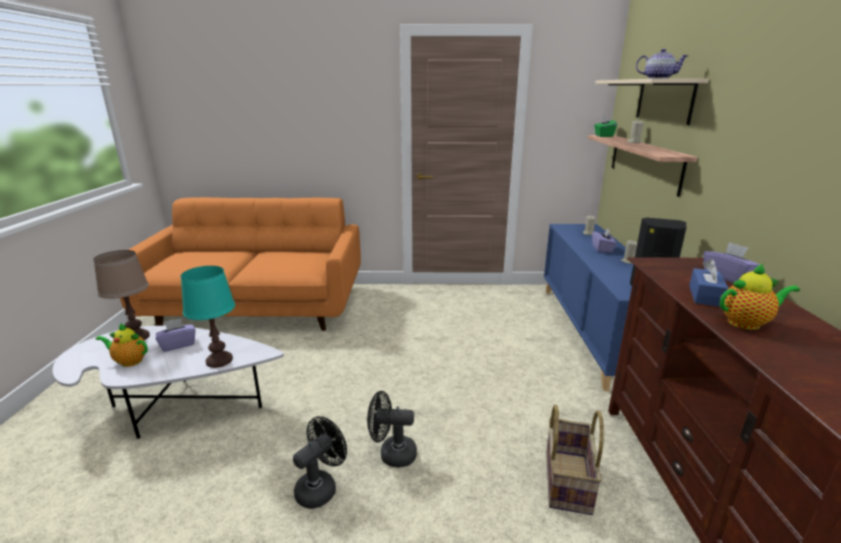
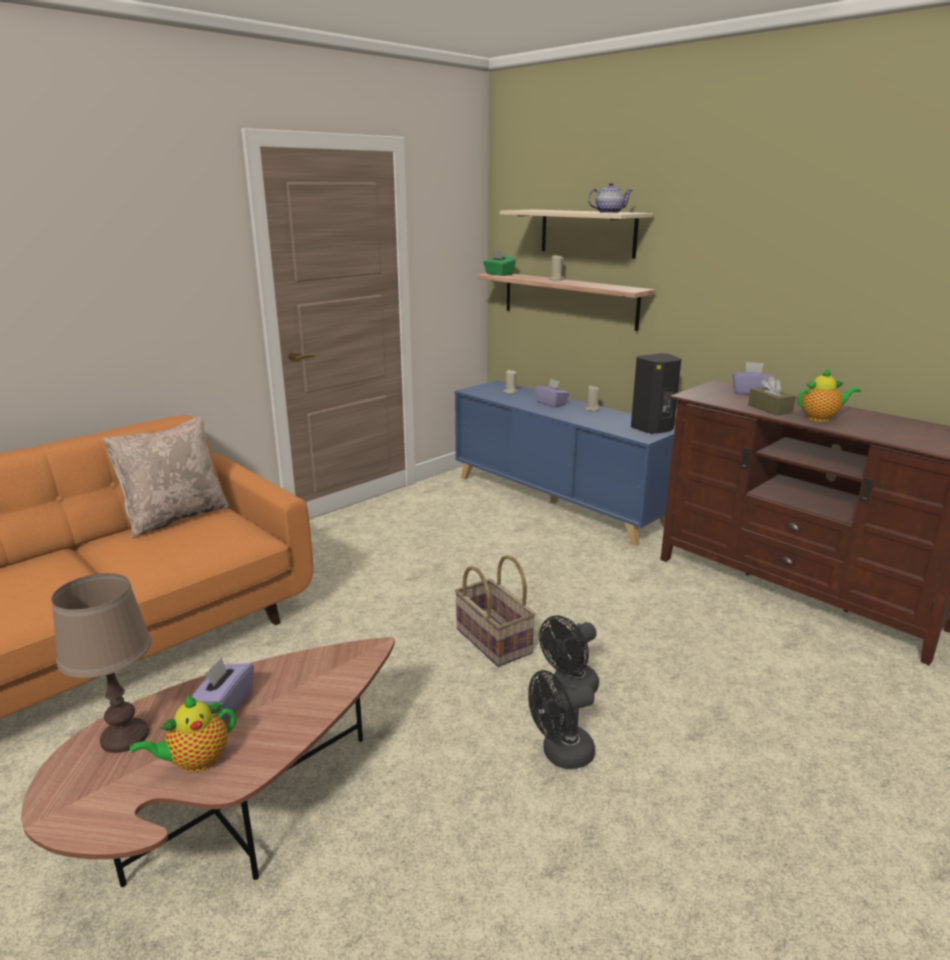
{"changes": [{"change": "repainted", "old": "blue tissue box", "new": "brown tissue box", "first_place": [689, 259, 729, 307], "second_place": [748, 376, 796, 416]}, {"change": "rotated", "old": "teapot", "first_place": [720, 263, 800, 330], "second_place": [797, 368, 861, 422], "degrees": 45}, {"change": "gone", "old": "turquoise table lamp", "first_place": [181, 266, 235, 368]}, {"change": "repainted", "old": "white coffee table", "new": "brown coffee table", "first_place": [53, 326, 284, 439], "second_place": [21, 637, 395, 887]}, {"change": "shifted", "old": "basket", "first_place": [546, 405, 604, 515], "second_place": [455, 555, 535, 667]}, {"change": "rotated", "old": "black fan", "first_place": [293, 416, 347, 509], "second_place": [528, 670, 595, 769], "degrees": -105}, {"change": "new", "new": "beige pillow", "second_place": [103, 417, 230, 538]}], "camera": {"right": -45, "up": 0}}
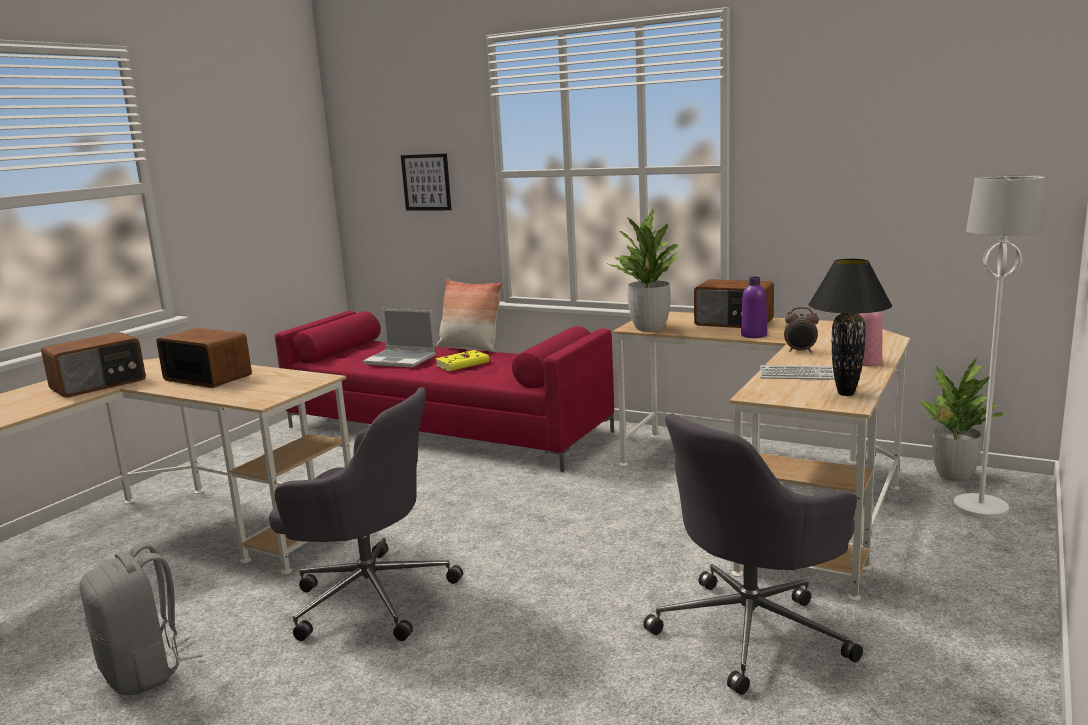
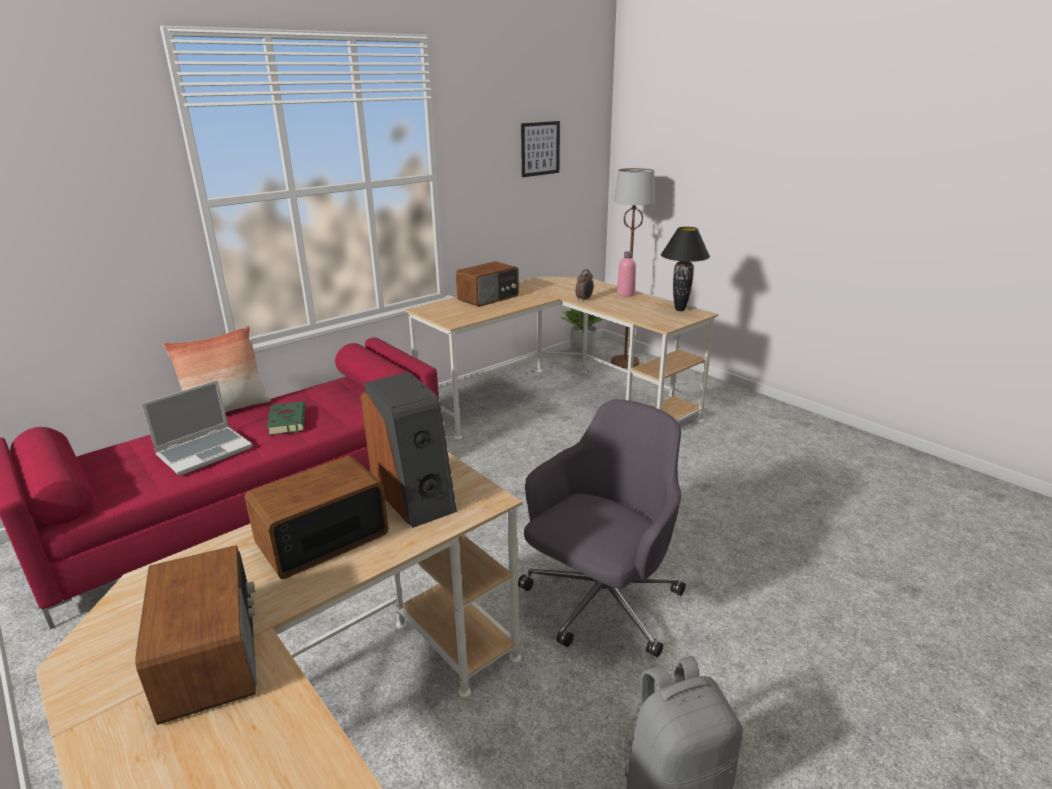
{"changes": [{"change": "shifted", "old": "picture", "first_place": [401, 153, 452, 210], "second_place": [521, 121, 560, 177]}, {"change": "repainted", "old": "white floor lamp", "new": "brown floor lamp", "first_place": [953, 175, 1045, 519], "second_place": [611, 168, 655, 368]}, {"change": "gone", "old": "potted plant", "first_place": [609, 208, 681, 331]}, {"change": "gone", "old": "purple bottle", "first_place": [741, 277, 767, 338]}, {"change": "repainted", "old": "yellow book", "new": "green book", "first_place": [435, 350, 490, 371], "second_place": [267, 401, 306, 435]}, {"change": "gone", "old": "keyboard", "first_place": [760, 365, 835, 380]}, {"change": "gone", "old": "grey office chair", "first_place": [643, 413, 863, 695]}, {"change": "new", "new": "speaker", "second_place": [361, 372, 457, 528]}], "camera": {"right": -70, "up": 10}}
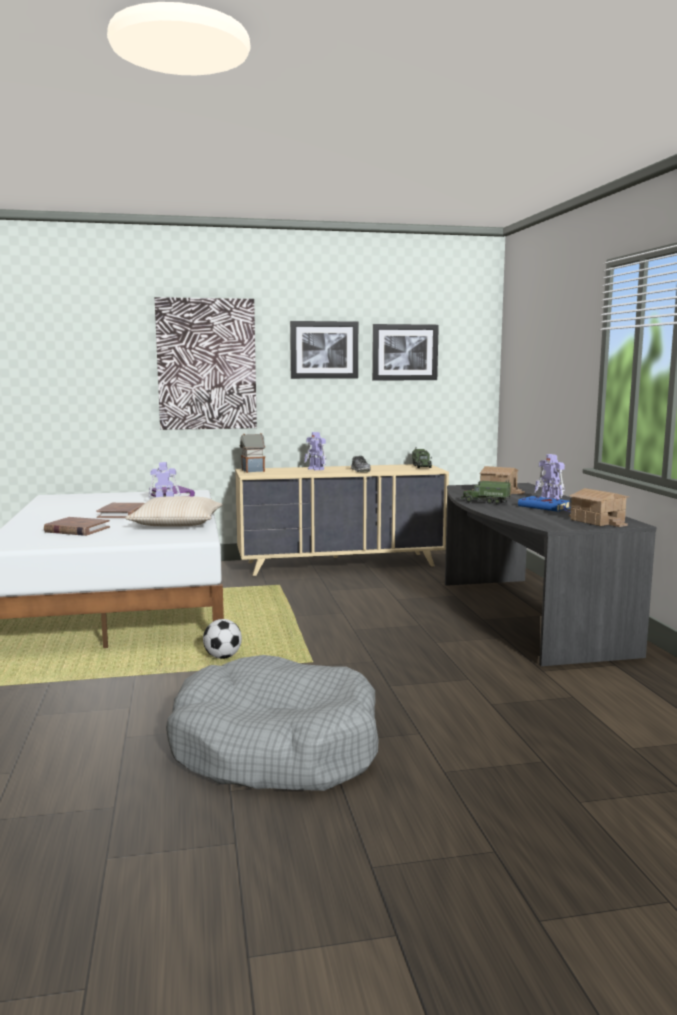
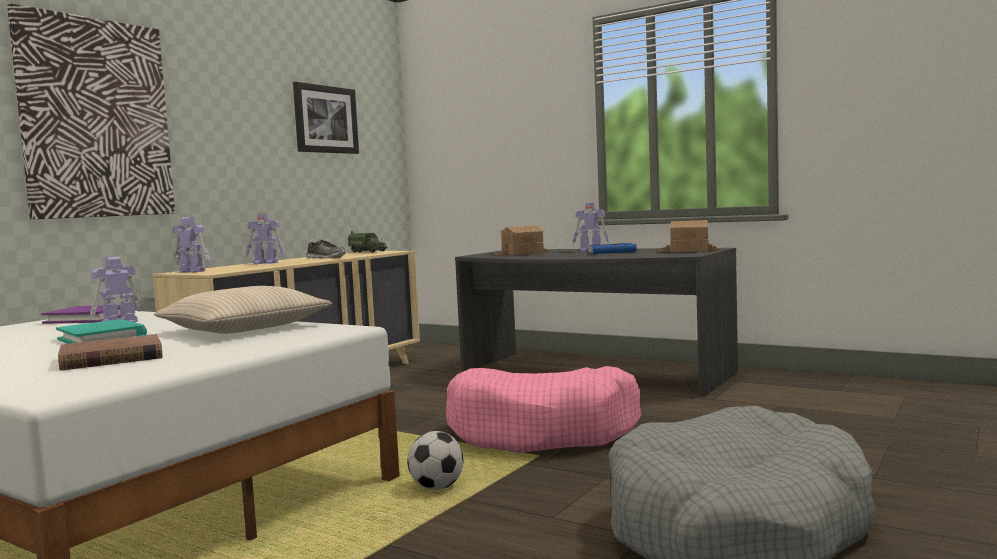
{"changes": [{"change": "gone", "old": "picture", "first_place": [290, 321, 358, 379]}, {"change": "swapped", "old": "toy house", "new": "toy robot", "first_place": [239, 433, 265, 473], "second_place": [173, 217, 212, 273]}, {"change": "gone", "old": "toy truck", "first_place": [461, 479, 511, 504]}, {"change": "repainted", "old": "brown book", "new": "turquoise book", "first_place": [96, 503, 145, 518], "second_place": [56, 319, 147, 344]}, {"change": "new", "new": "pink dog bed", "second_place": [446, 366, 641, 453]}], "camera": {"right": -45, "up": -5}}
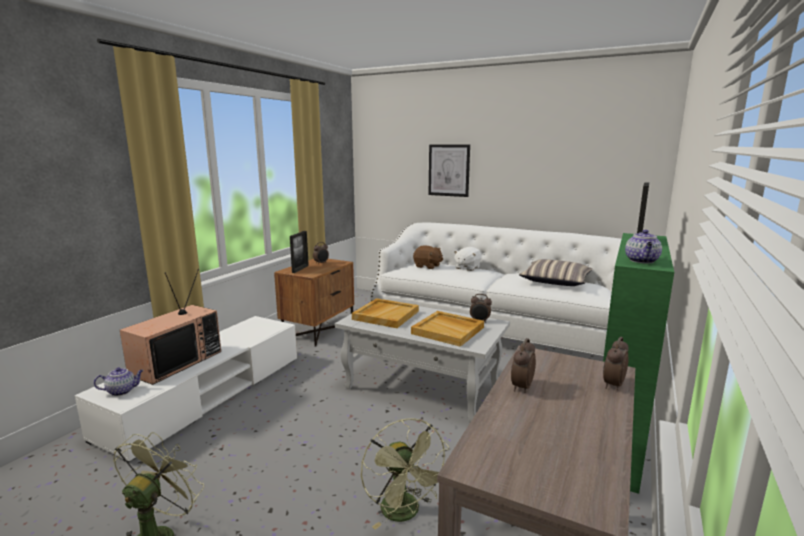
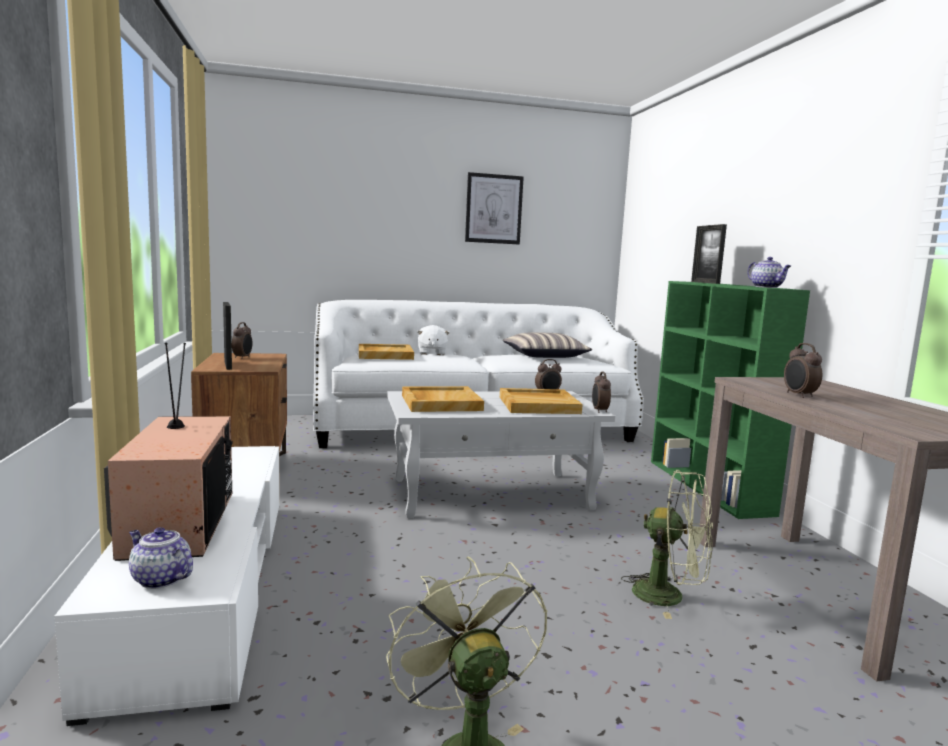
{"changes": [{"change": "shifted", "old": "picture", "first_place": [429, 145, 470, 197], "second_place": [465, 172, 524, 244]}, {"change": "swapped", "old": "brown plush toy", "new": "beige tray", "first_place": [413, 246, 443, 269], "second_place": [359, 344, 414, 360]}, {"change": "shifted", "old": "alarm clock", "first_place": [603, 337, 629, 390], "second_place": [592, 372, 611, 413]}, {"change": "rotated", "old": "teapot", "first_place": [94, 367, 144, 396], "second_place": [129, 527, 193, 589], "degrees": -90}], "camera": {"right": -40, "up": -5}}
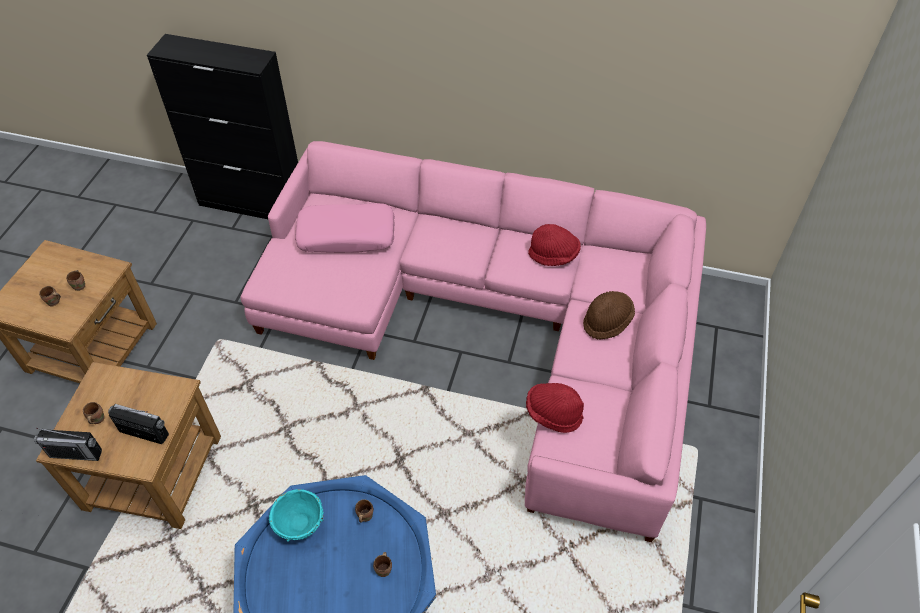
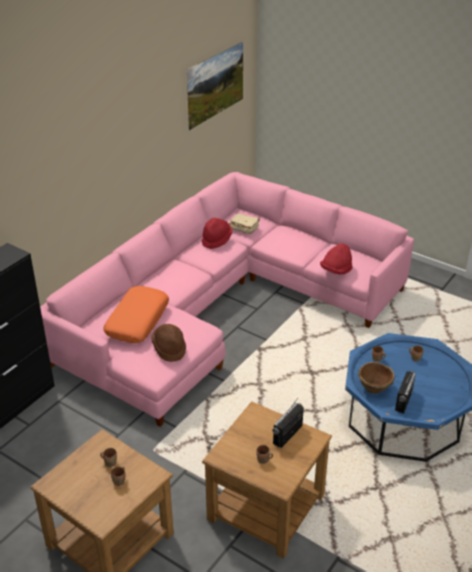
{"changes": [{"change": "repainted", "old": "pink pillow", "new": "orange pillow", "first_place": [295, 203, 395, 253], "second_place": [103, 286, 169, 343]}, {"change": "shifted", "old": "brown hat", "first_place": [583, 291, 635, 339], "second_place": [151, 324, 186, 362]}, {"change": "shifted", "old": "radio", "first_place": [34, 428, 102, 461], "second_place": [395, 371, 416, 413]}, {"change": "repainted", "old": "turquoise bowl", "new": "brown bowl", "first_place": [269, 489, 324, 542], "second_place": [358, 362, 395, 394]}, {"change": "new", "new": "picture", "second_place": [187, 42, 243, 130]}, {"change": "new", "new": "beige book", "second_place": [229, 213, 260, 234]}], "camera": {"right": -70, "up": -15}}
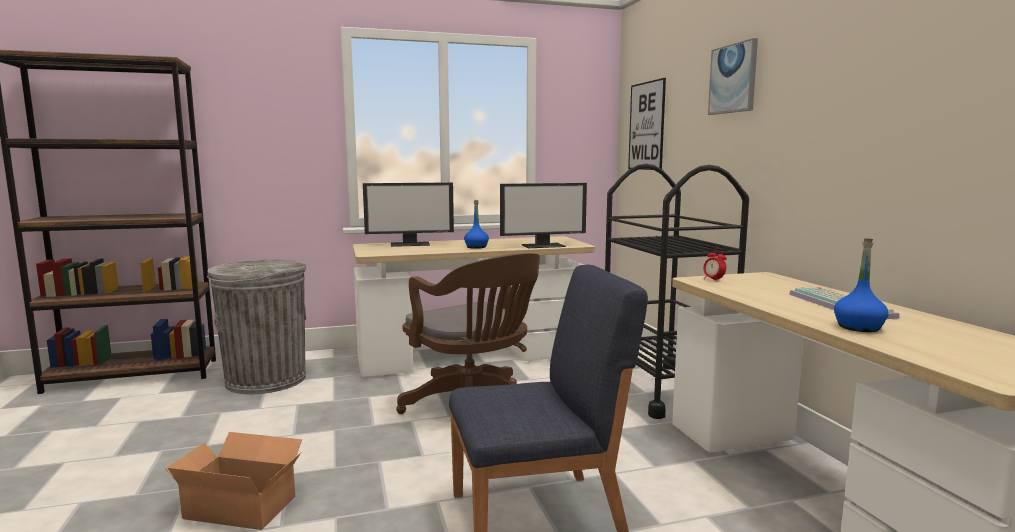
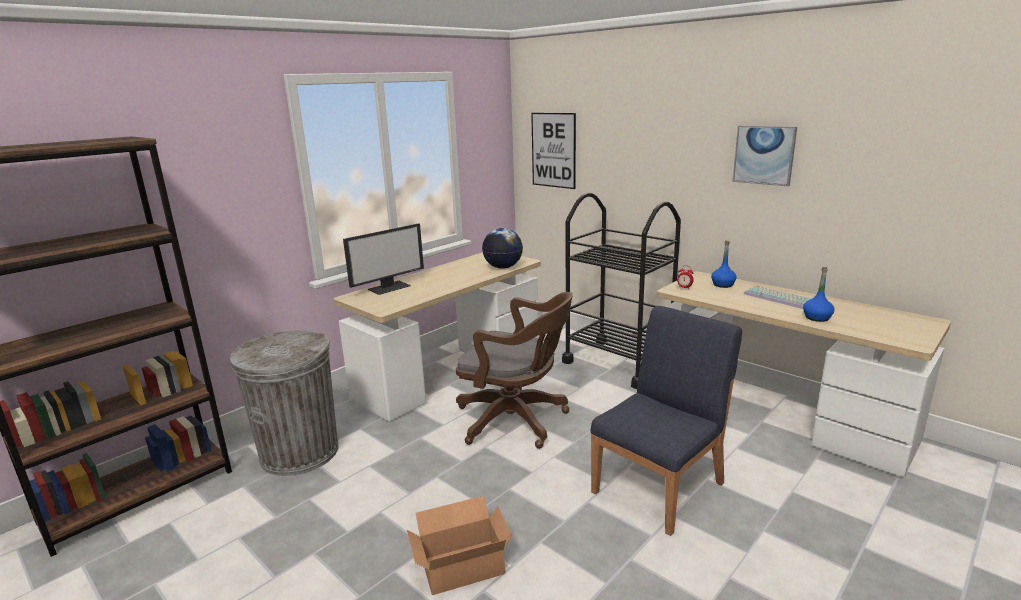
{"changes": [{"change": "shifted", "old": "picture", "first_place": [708, 38, 758, 115], "second_place": [732, 125, 797, 186]}, {"change": "swapped", "old": "monitor", "new": "globe", "first_place": [500, 183, 587, 248], "second_place": [482, 228, 523, 269]}, {"change": "shifted", "old": "blue bottle", "first_place": [464, 200, 489, 249], "second_place": [711, 240, 737, 288]}], "camera": {"right": -30, "up": 10}}
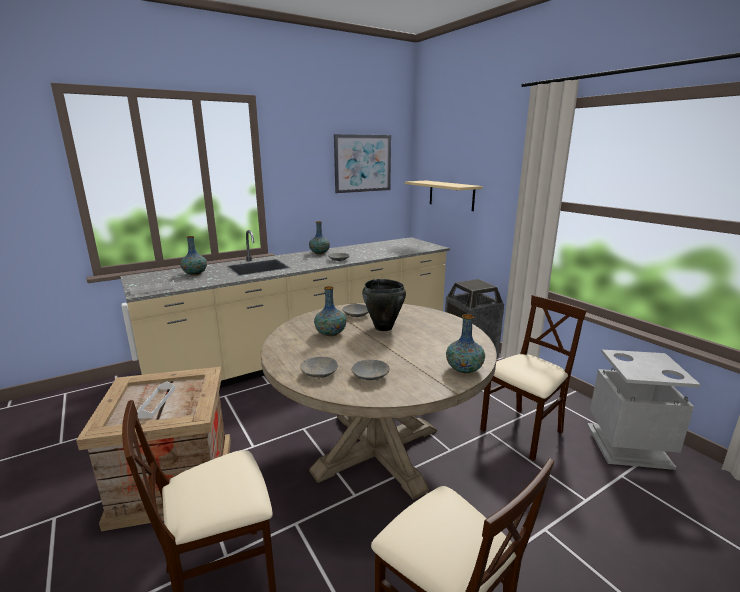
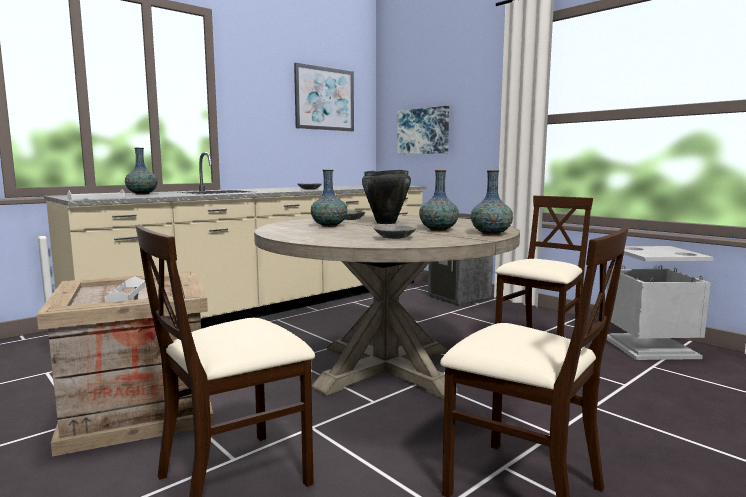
{"changes": [{"change": "swapped", "old": "beige shelf", "new": "picture", "first_place": [405, 181, 483, 211], "second_place": [397, 106, 449, 154]}, {"change": "shifted", "old": "vase", "first_place": [309, 221, 330, 254], "second_place": [419, 170, 459, 231]}, {"change": "gone", "old": "grey bowl", "first_place": [301, 357, 338, 379]}], "camera": {"right": -10, "up": -10}}
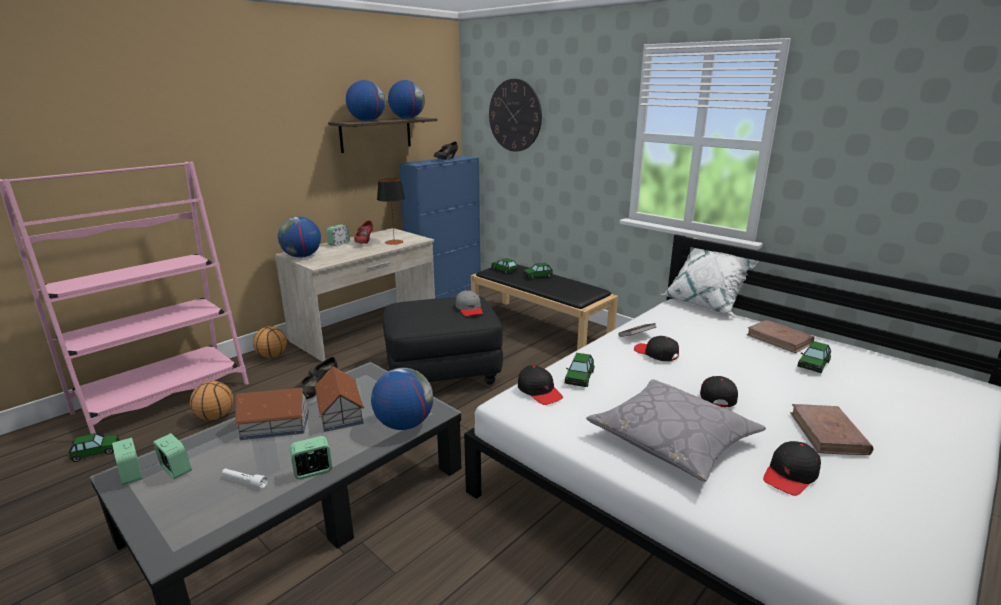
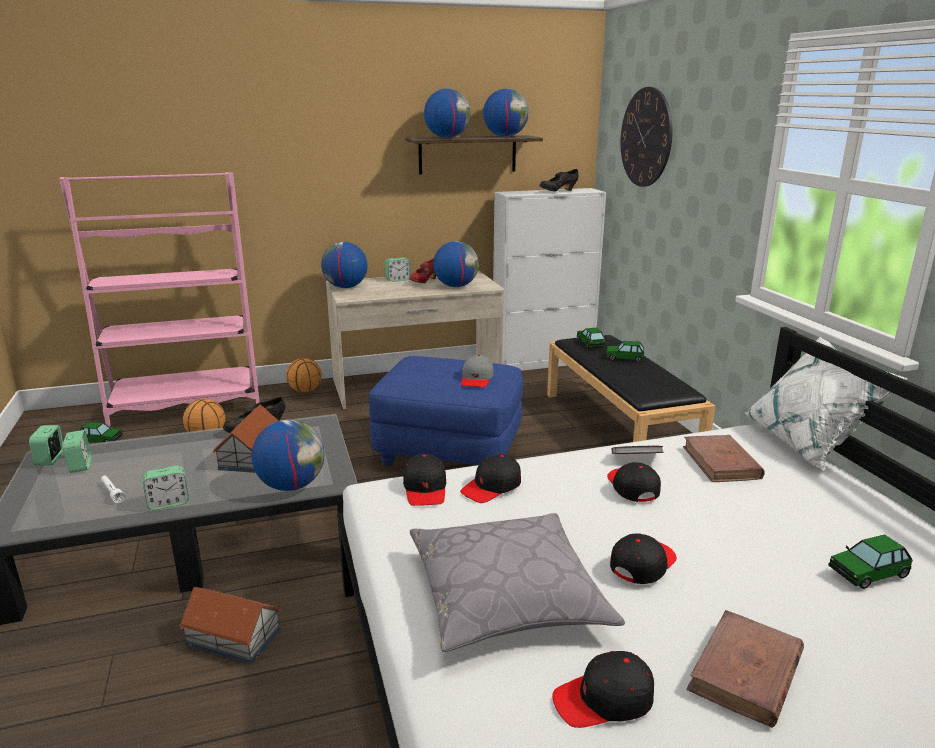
{"changes": [{"change": "repainted", "old": "blue cabinet", "new": "white cabinet", "first_place": [399, 156, 481, 299], "second_place": [493, 188, 606, 371]}, {"change": "swapped", "old": "table lamp", "new": "globe", "first_place": [377, 178, 405, 245], "second_place": [433, 241, 479, 287]}, {"change": "repainted", "old": "black ottoman", "new": "blue ottoman", "first_place": [383, 296, 503, 384], "second_place": [369, 356, 523, 466]}, {"change": "shifted", "old": "brown book", "first_place": [746, 320, 814, 353], "second_place": [683, 435, 765, 482]}, {"change": "swapped", "old": "toy car", "new": "black cap", "first_place": [564, 353, 594, 387], "second_place": [460, 454, 521, 503]}, {"change": "shifted", "old": "toy house", "first_place": [234, 388, 309, 440], "second_place": [179, 587, 281, 664]}, {"change": "rotated", "old": "alarm clock", "first_place": [290, 436, 332, 479], "second_place": [143, 465, 189, 510], "degrees": 150}], "camera": {"right": 30, "up": 0}}
